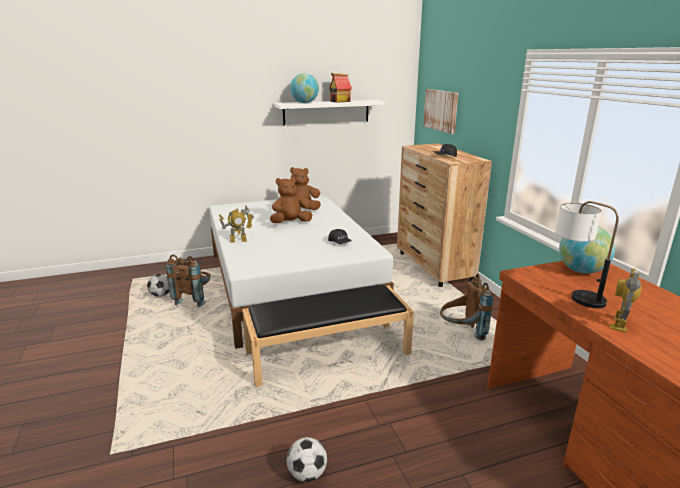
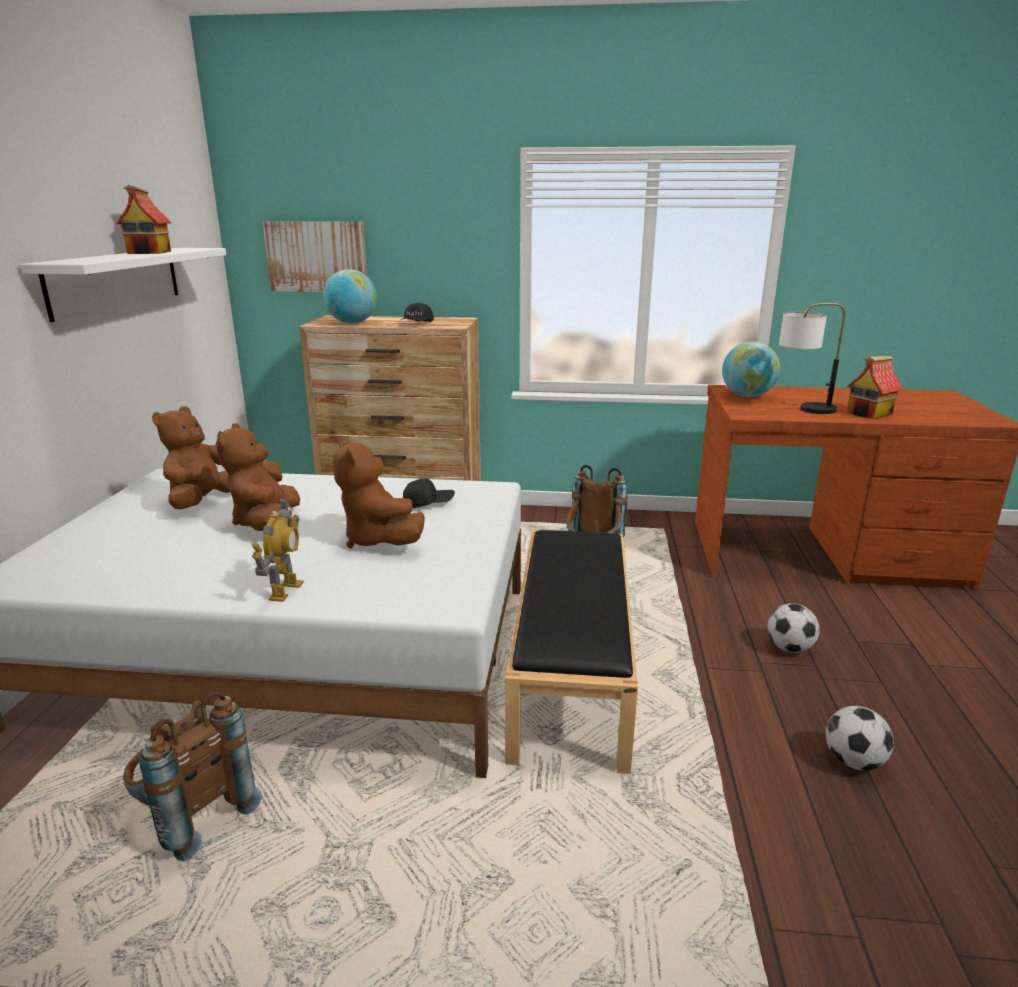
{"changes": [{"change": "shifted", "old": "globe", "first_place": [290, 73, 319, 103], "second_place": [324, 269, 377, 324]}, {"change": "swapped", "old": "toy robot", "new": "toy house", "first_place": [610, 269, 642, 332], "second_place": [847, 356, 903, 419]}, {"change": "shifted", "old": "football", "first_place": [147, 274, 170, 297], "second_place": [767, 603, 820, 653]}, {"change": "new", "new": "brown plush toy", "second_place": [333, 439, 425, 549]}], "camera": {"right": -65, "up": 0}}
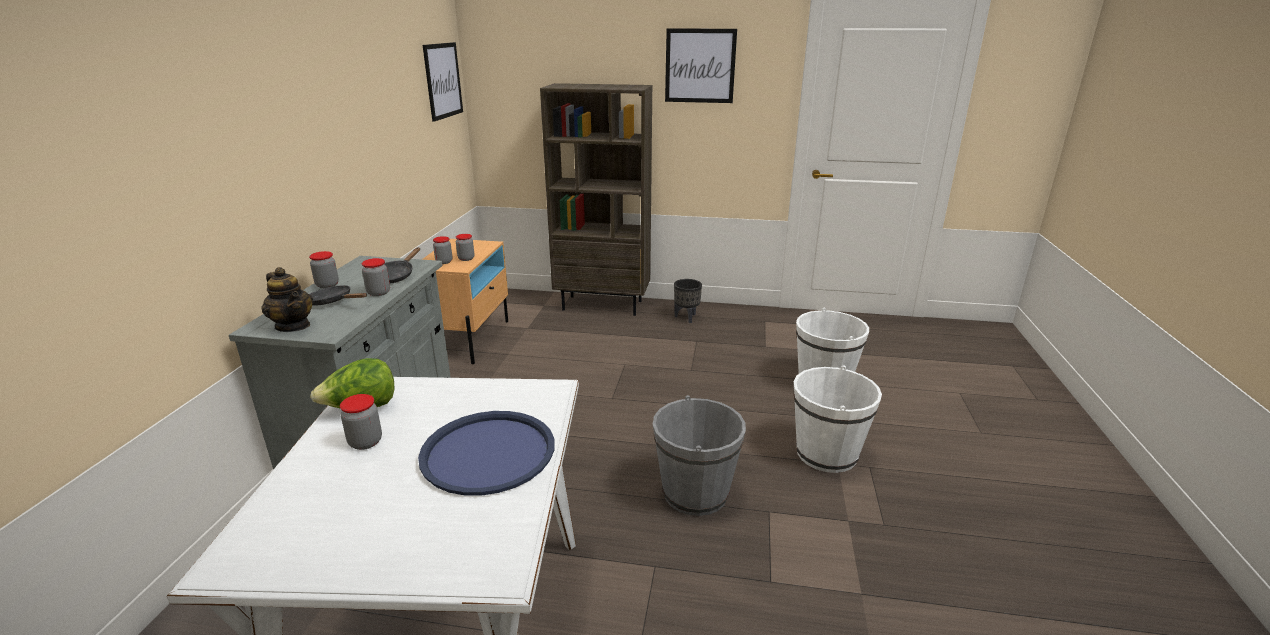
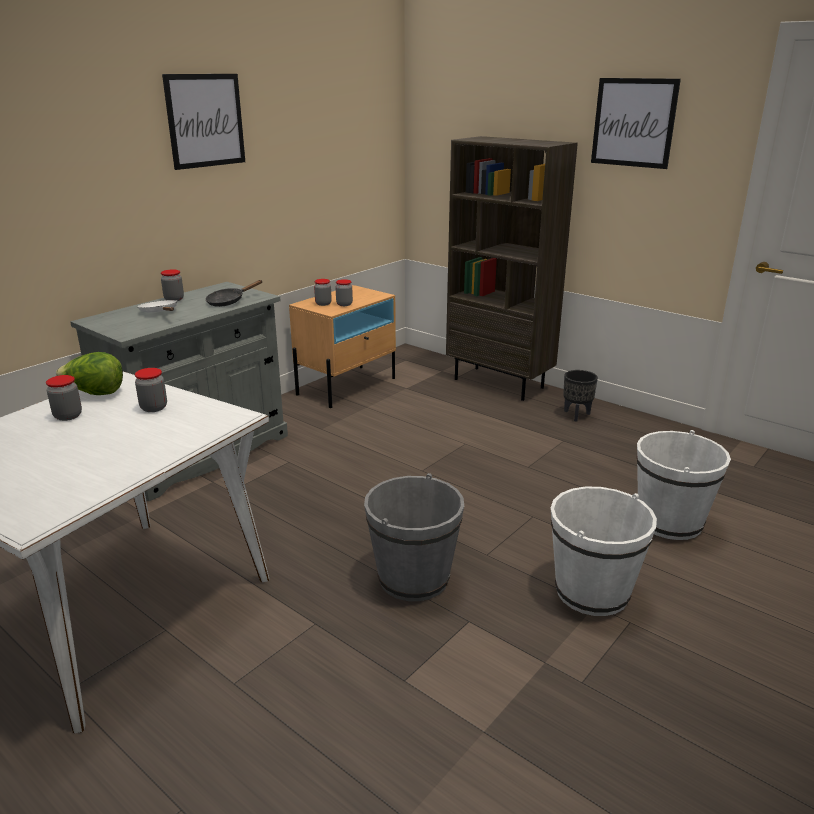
{"changes": [{"change": "shifted", "old": "picture", "first_place": [423, 42, 463, 122], "second_place": [162, 74, 245, 170]}, {"change": "shifted", "old": "jar", "first_place": [361, 258, 390, 296], "second_place": [135, 368, 167, 412]}, {"change": "gone", "old": "teapot", "first_place": [261, 267, 313, 332]}, {"change": "repainted", "old": "black frying pan", "new": "white frying pan", "first_place": [309, 285, 367, 306], "second_place": [138, 300, 177, 312]}, {"change": "gone", "old": "blue tray", "first_place": [418, 411, 555, 496]}], "camera": {"right": 30, "up": 0}}
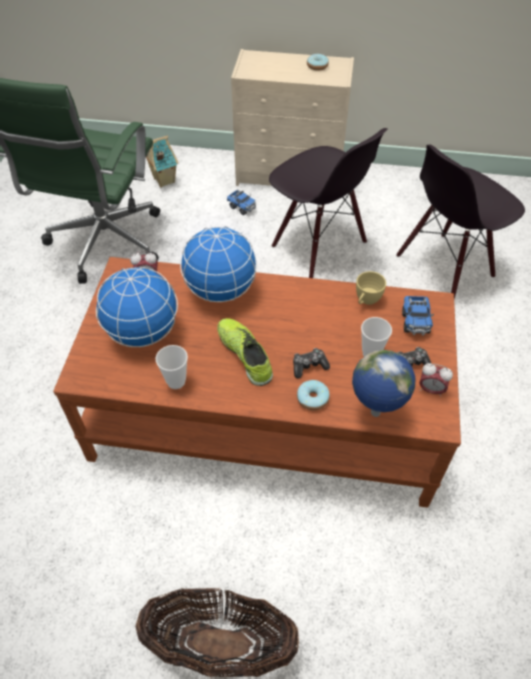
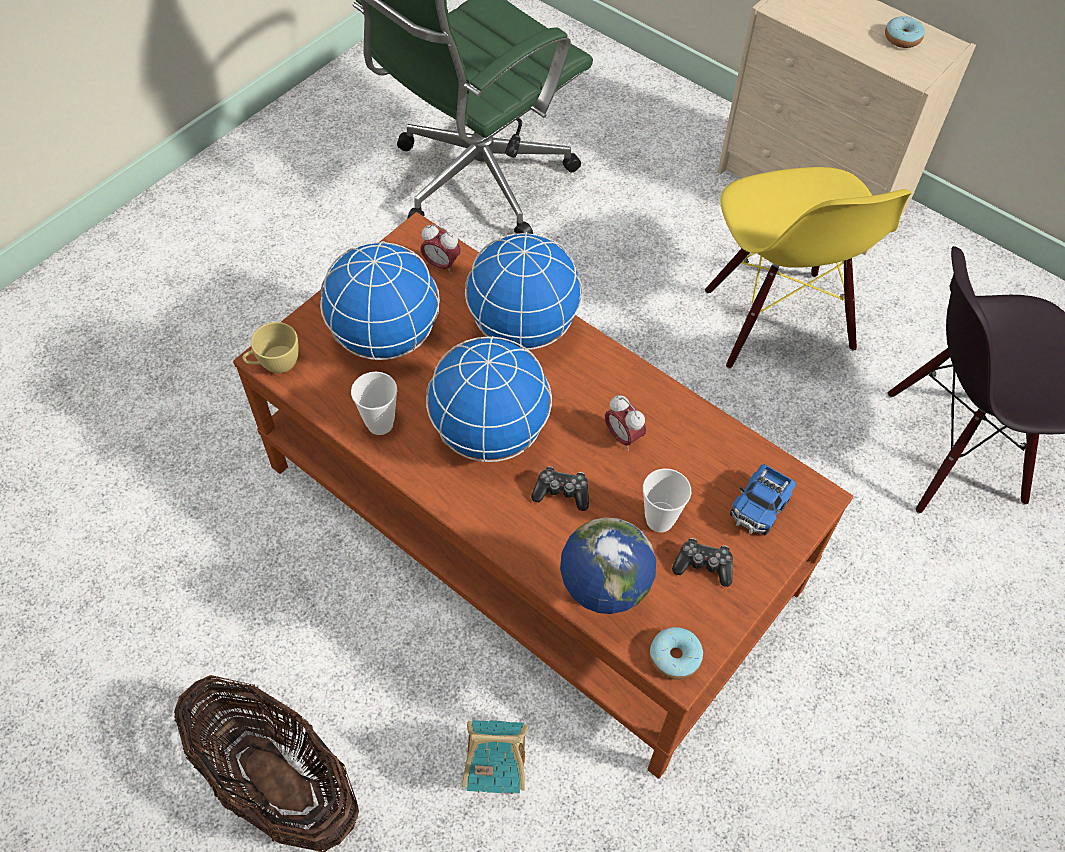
{"changes": [{"change": "repainted", "old": "black chair", "new": "yellow chair", "first_place": [269, 128, 388, 278], "second_place": [705, 167, 912, 369]}, {"change": "shifted", "old": "toy house", "first_place": [146, 136, 178, 187], "second_place": [462, 720, 528, 794]}, {"change": "gone", "old": "toy truck", "first_place": [227, 190, 256, 215]}, {"change": "shifted", "old": "yellow cup", "first_place": [356, 271, 386, 305], "second_place": [242, 322, 299, 373]}, {"change": "swapped", "old": "shoe", "new": "globe", "first_place": [217, 318, 273, 386], "second_place": [426, 336, 552, 462]}, {"change": "shifted", "old": "alarm clock", "first_place": [420, 363, 453, 397], "second_place": [605, 395, 646, 451]}, {"change": "shifted", "old": "donut", "first_place": [297, 380, 330, 410], "second_place": [650, 627, 703, 680]}], "camera": {"right": 30, "up": 5}}
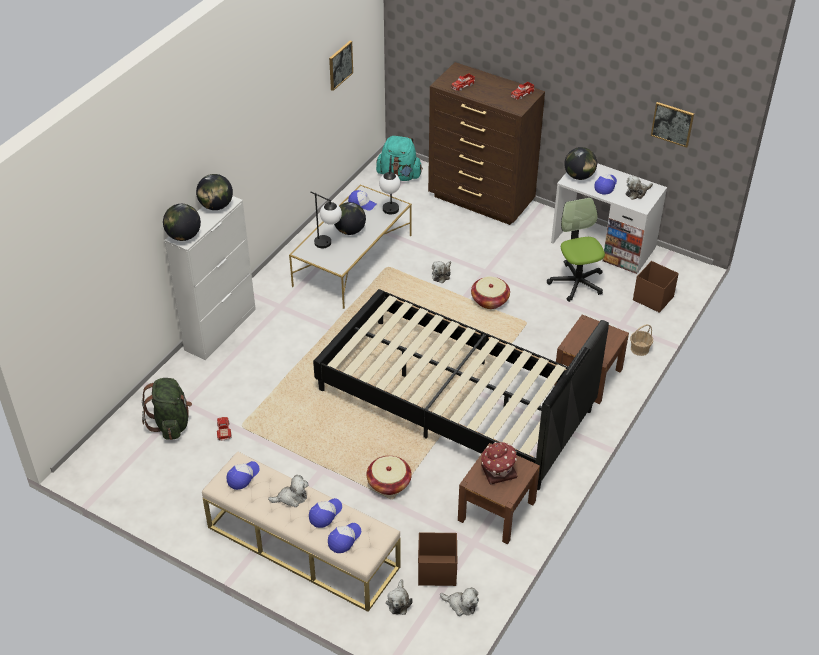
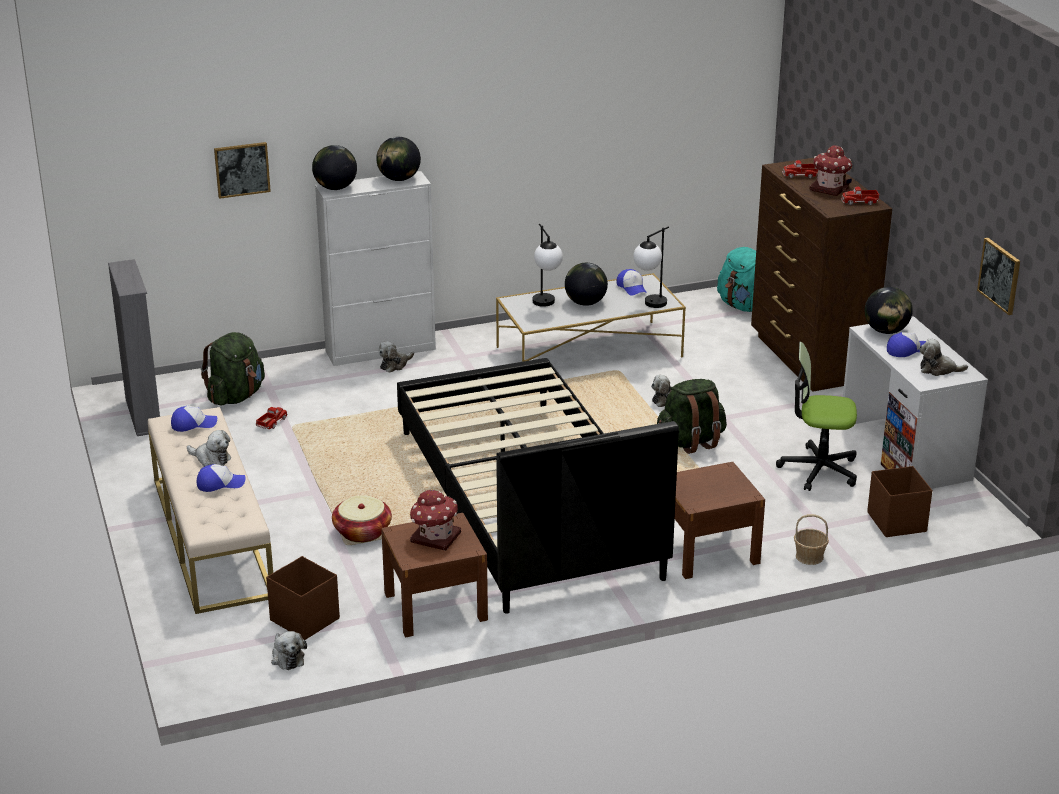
{"changes": [{"change": "shifted", "old": "picture", "first_place": [329, 41, 353, 91], "second_place": [214, 142, 271, 199]}, {"change": "rotated", "old": "office chair", "first_place": [547, 198, 605, 302], "second_place": [776, 342, 857, 491], "degrees": -105}, {"change": "swapped", "old": "basket", "new": "green backpack", "first_place": [471, 277, 510, 309], "second_place": [657, 379, 727, 454]}, {"change": "gone", "old": "cap", "first_place": [328, 523, 361, 553]}, {"change": "shifted", "old": "plush toy", "first_place": [386, 579, 413, 615], "second_place": [379, 341, 414, 373]}, {"change": "new", "new": "toy house", "second_place": [810, 145, 852, 196]}, {"change": "new", "new": "grey bookcase", "second_place": [108, 259, 160, 436]}], "camera": {"right": 40, "up": -15}}
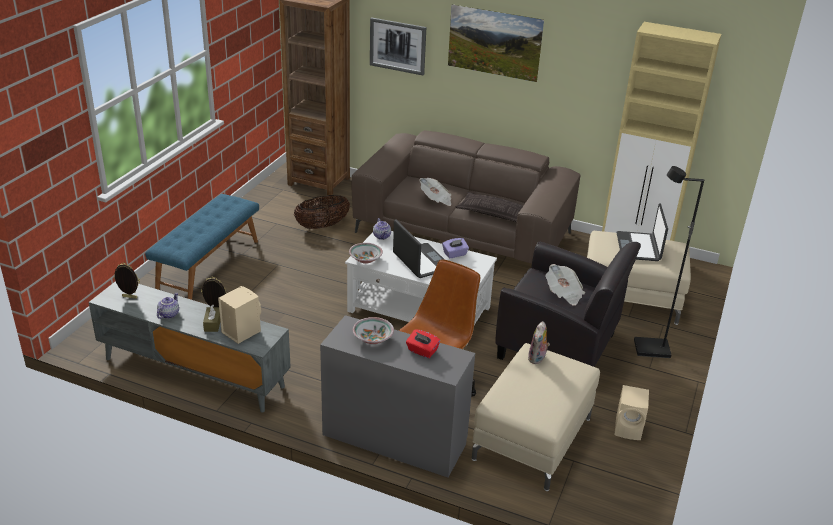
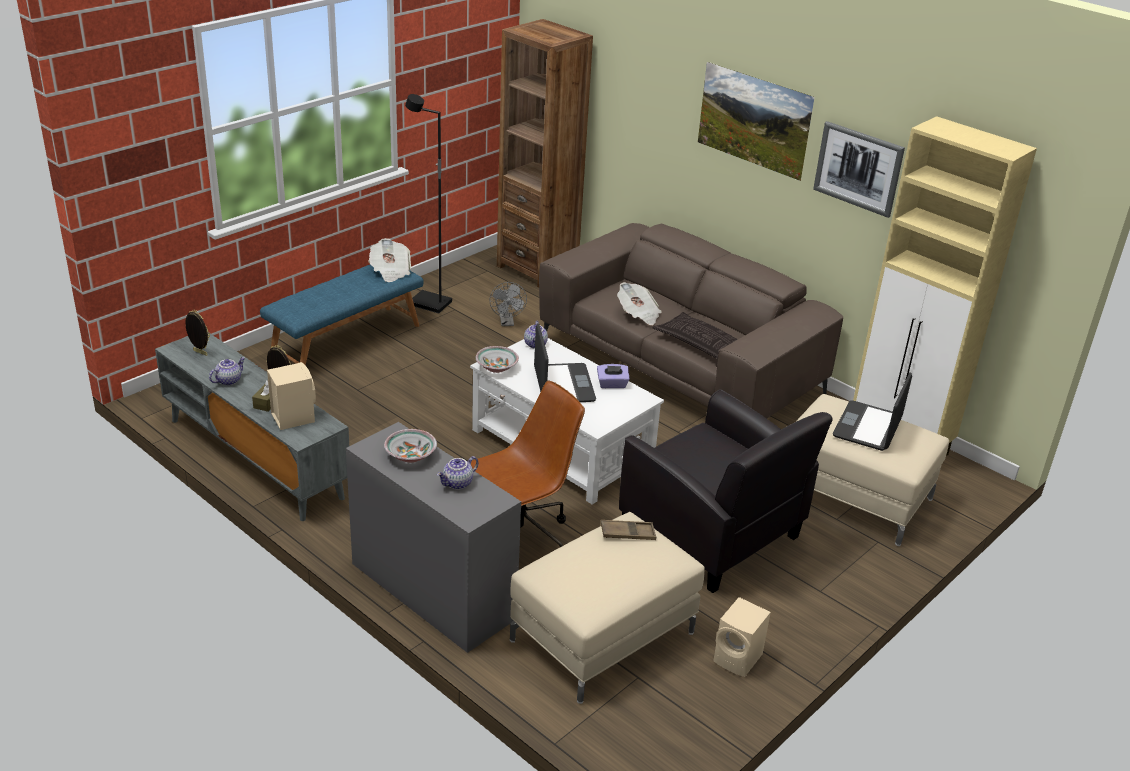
{"changes": [{"change": "shifted", "old": "picture", "first_place": [370, 17, 426, 75], "second_place": [813, 121, 905, 218]}, {"change": "shifted", "old": "black floor lamp", "first_place": [634, 166, 705, 358], "second_place": [405, 94, 452, 313]}, {"change": "swapped", "old": "basket", "new": "grey fan", "first_place": [294, 195, 350, 229], "second_place": [489, 282, 527, 326]}, {"change": "shifted", "old": "newspaper", "first_place": [546, 264, 585, 306], "second_place": [369, 238, 411, 282]}, {"change": "swapped", "old": "plush toy", "new": "brown tray", "first_place": [528, 321, 550, 364], "second_place": [601, 520, 656, 540]}, {"change": "swapped", "old": "red tissue box", "new": "teapot", "first_place": [406, 329, 440, 358], "second_place": [437, 456, 479, 489]}], "camera": {"right": 20, "up": 0}}
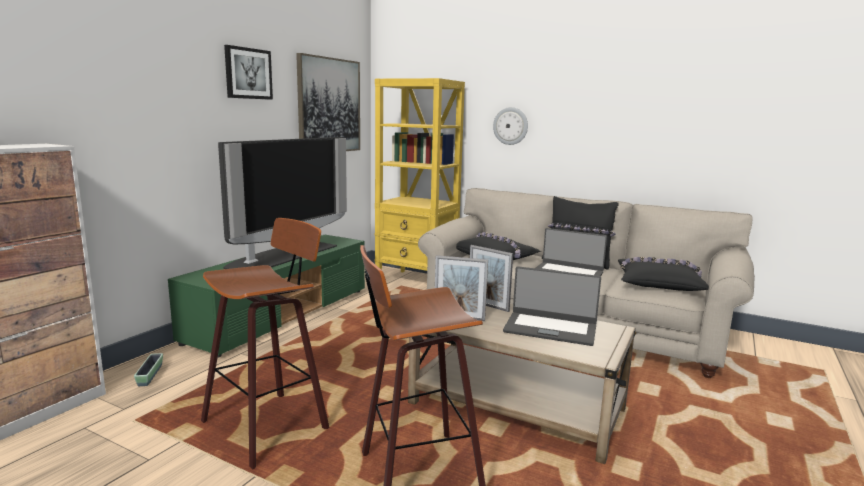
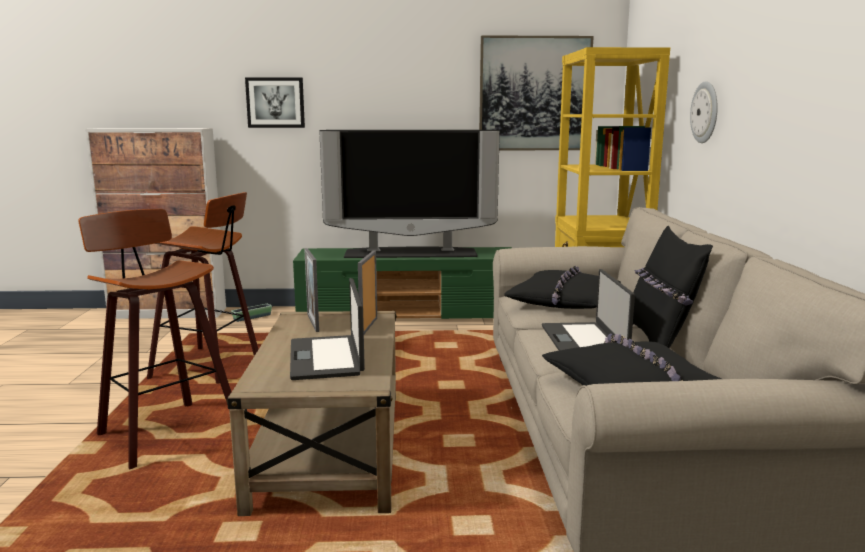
{"changes": [{"change": "shifted", "old": "picture", "first_place": [224, 45, 273, 100], "second_place": [245, 78, 305, 128]}], "camera": {"right": 60, "up": 0}}
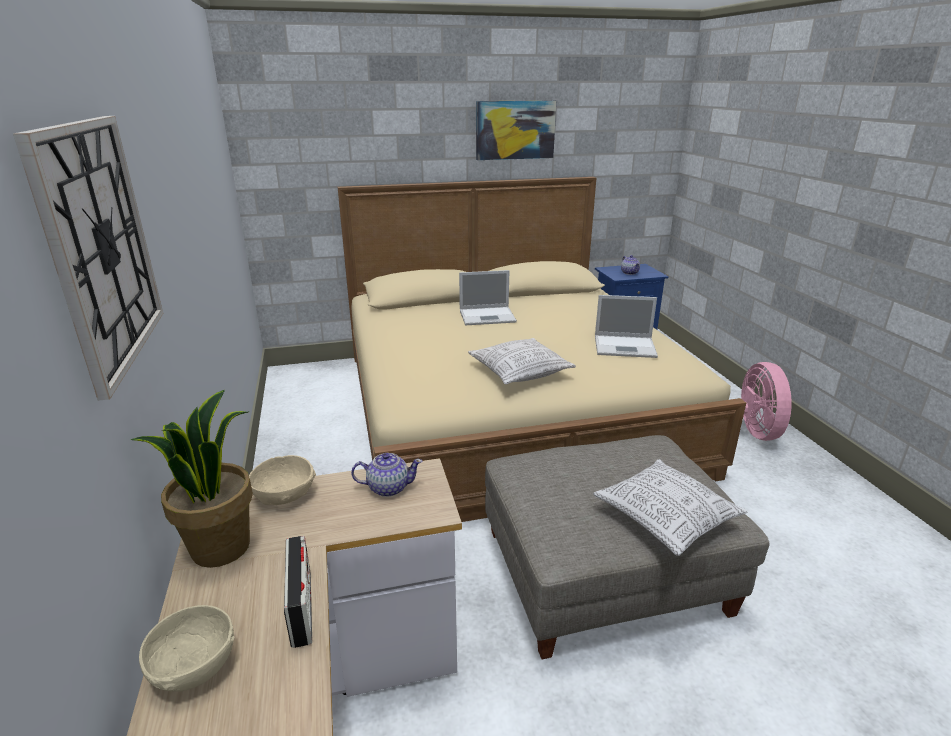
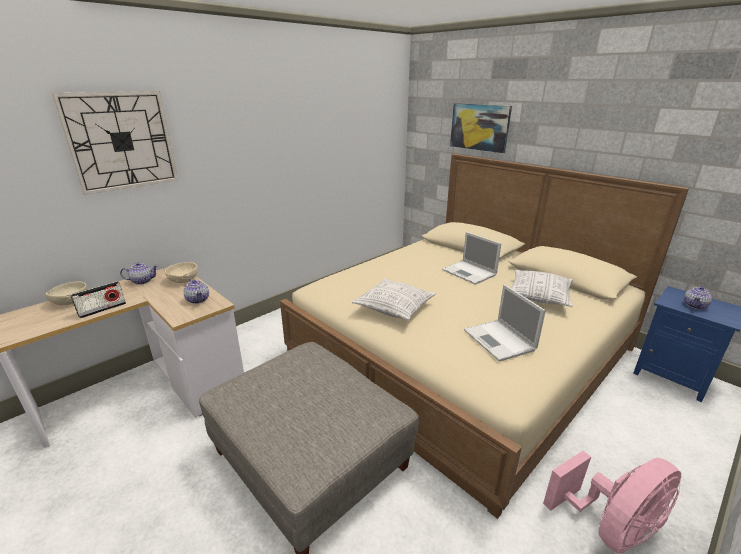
{"changes": [{"change": "shifted", "old": "picture", "first_place": [476, 100, 556, 160], "second_place": [450, 103, 512, 153]}, {"change": "swapped", "old": "potted plant", "new": "teapot", "first_place": [130, 390, 253, 568], "second_place": [120, 262, 158, 285]}, {"change": "shifted", "old": "pillow", "first_place": [593, 459, 747, 556], "second_place": [511, 270, 573, 307]}], "camera": {"right": 60, "up": 0}}
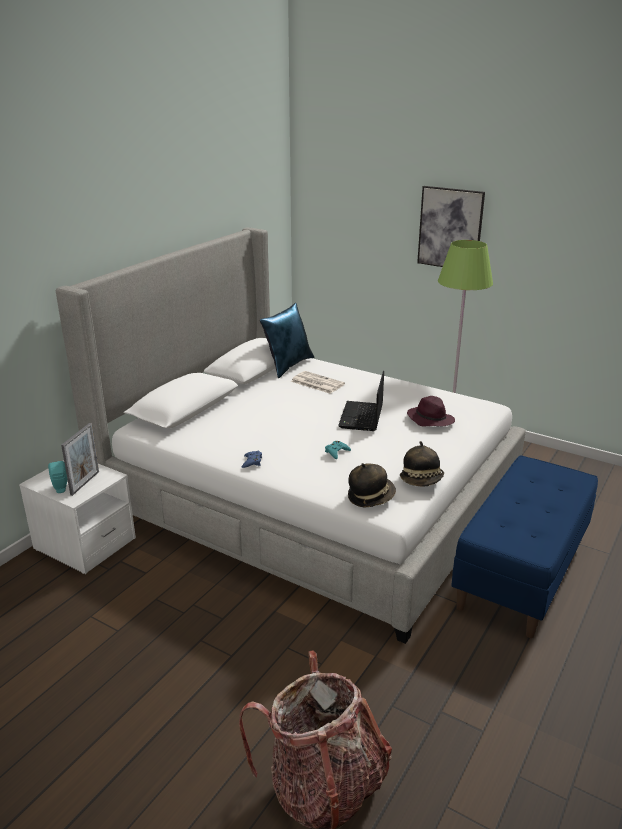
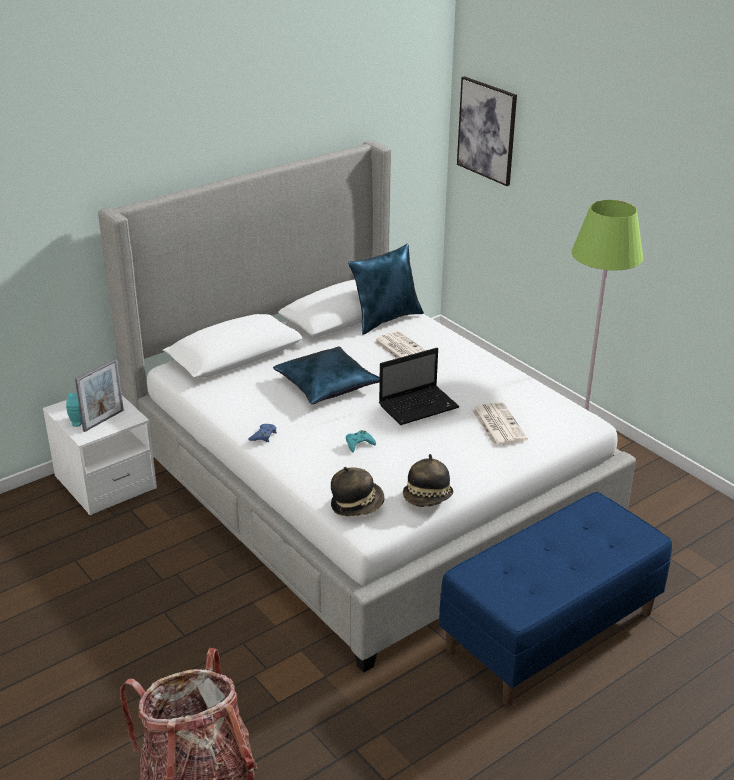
{"changes": [{"change": "shifted", "old": "picture", "first_place": [417, 186, 485, 267], "second_place": [457, 76, 517, 186]}, {"change": "rotated", "old": "laptop", "first_place": [338, 371, 384, 431], "second_place": [379, 348, 460, 425], "degrees": -150}, {"change": "swapped", "old": "purple hat", "new": "newspaper", "first_place": [407, 396, 455, 426], "second_place": [472, 402, 528, 446]}, {"change": "new", "new": "blue pillow", "second_place": [273, 346, 380, 404]}], "camera": {"right": 20, "up": 5}}
